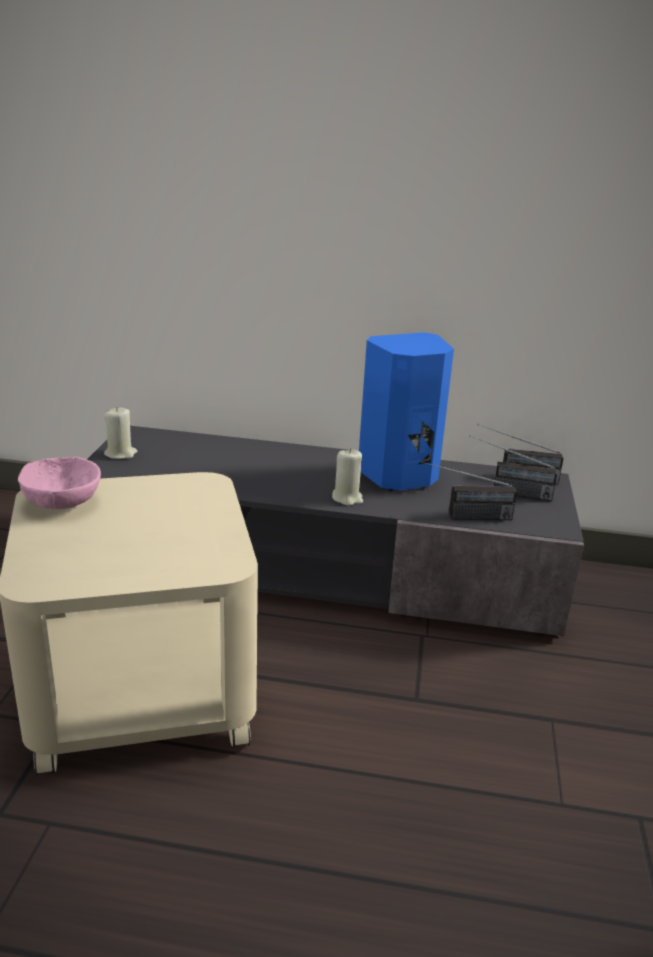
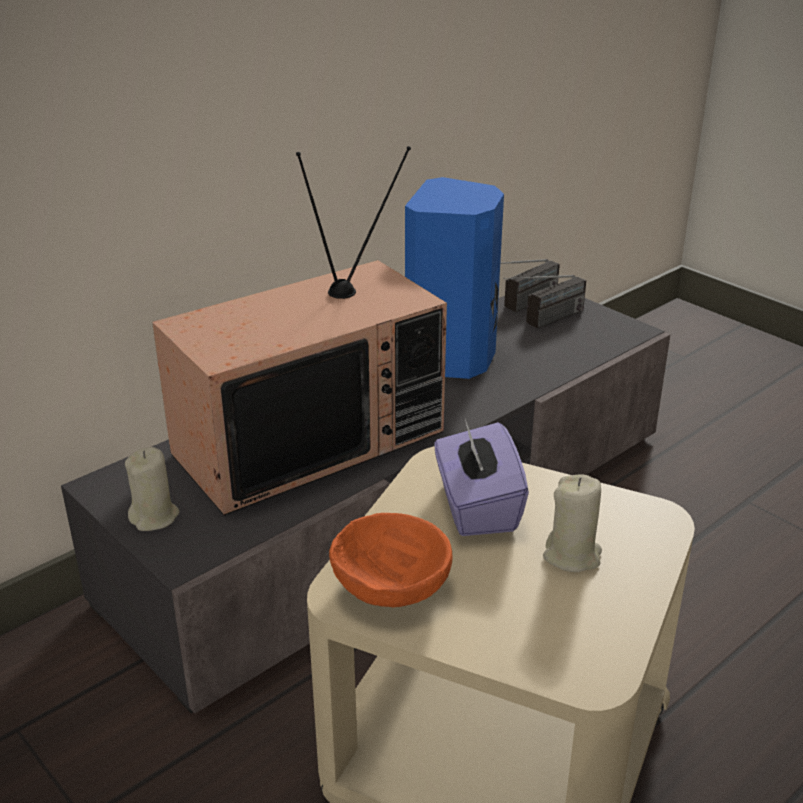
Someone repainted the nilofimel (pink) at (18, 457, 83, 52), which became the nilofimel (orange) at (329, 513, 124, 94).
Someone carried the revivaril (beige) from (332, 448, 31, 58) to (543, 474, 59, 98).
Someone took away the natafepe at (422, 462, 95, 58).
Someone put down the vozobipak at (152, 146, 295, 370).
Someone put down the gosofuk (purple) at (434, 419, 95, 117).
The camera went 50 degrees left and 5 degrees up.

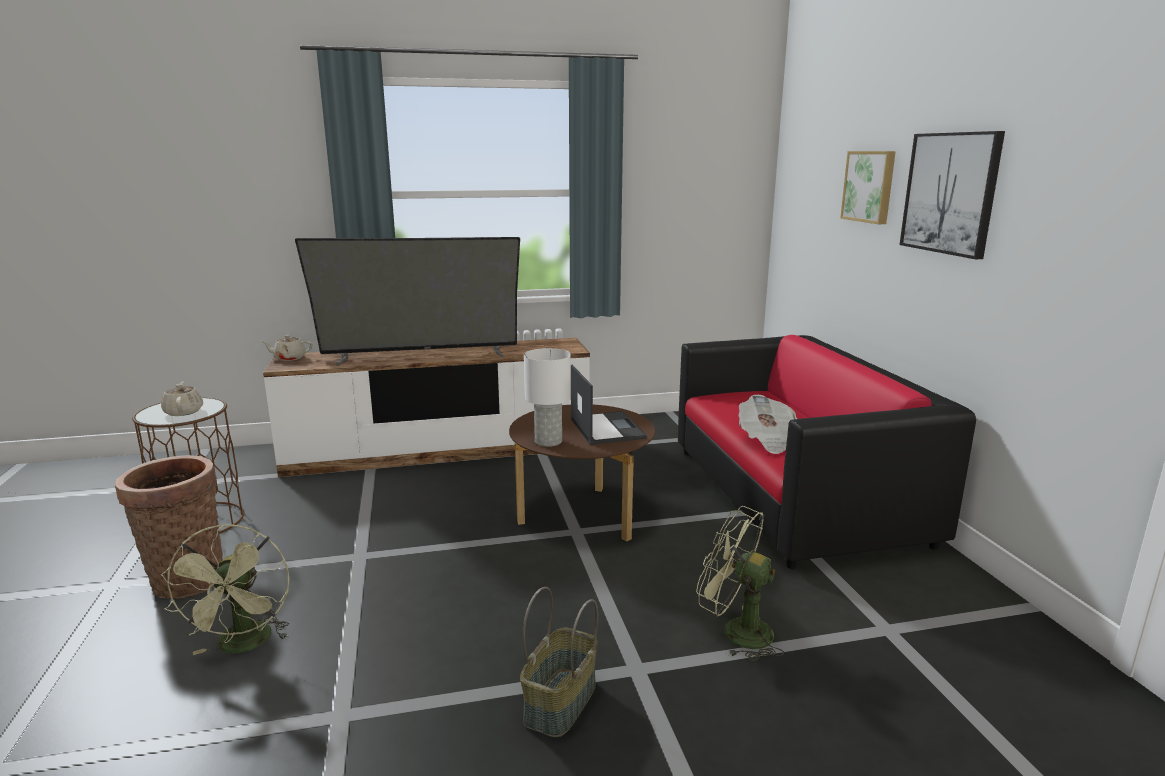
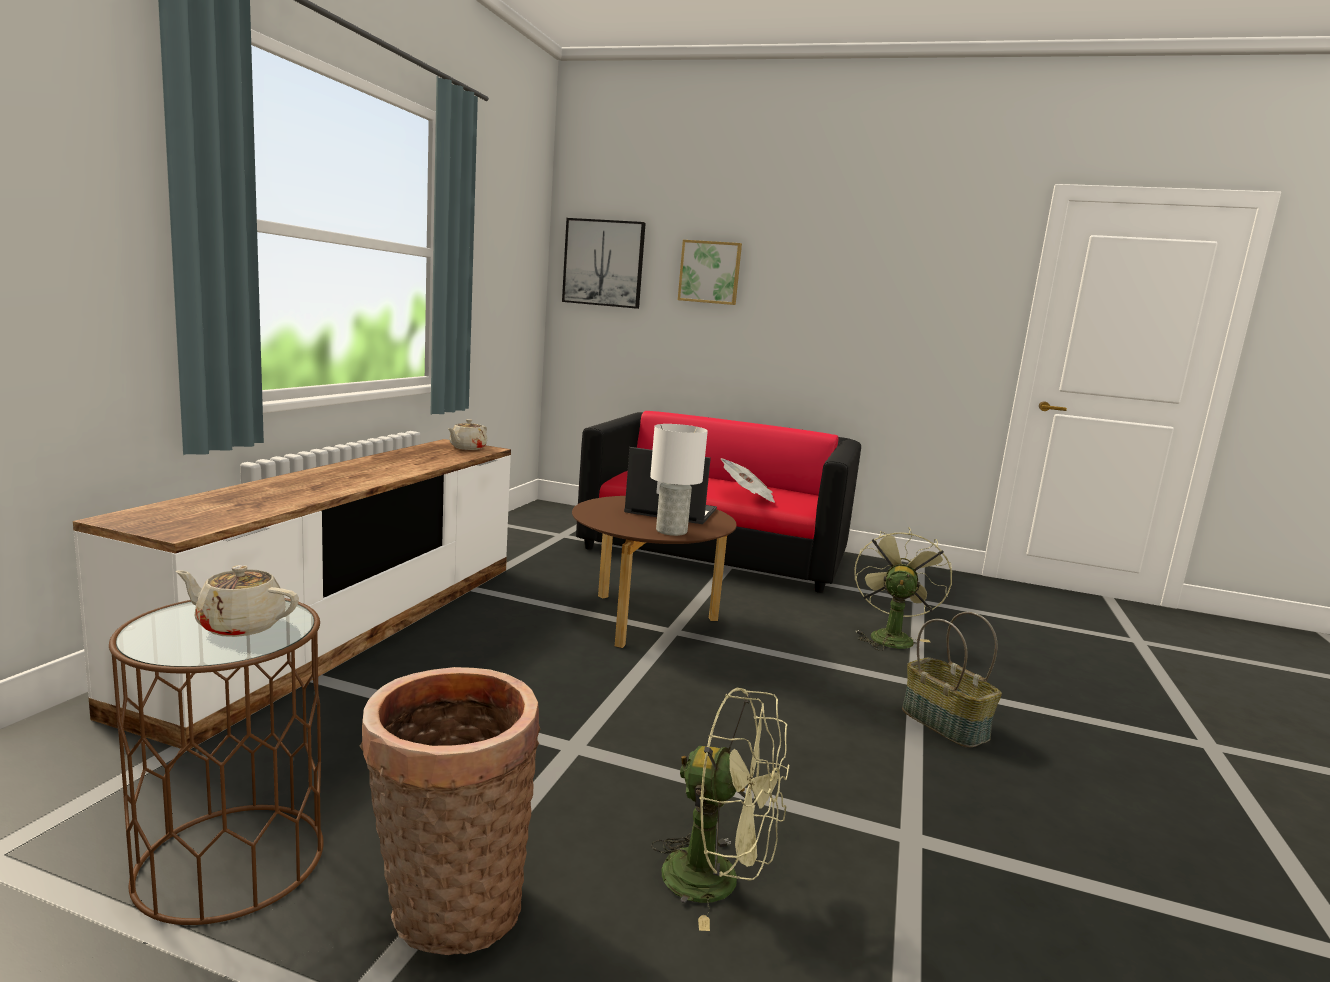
Someone carried the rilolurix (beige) from (262, 335, 50, 26) to (448, 419, 39, 31).
Someone took away the vozobipak at (295, 237, 225, 128).
Someone rotated the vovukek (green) at (696, 506, 88, 155) by 135 degrees clockwise.
Someone carried the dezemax from (900, 131, 105, 128) to (562, 218, 84, 91).
The camera went 60 degrees left and 5 degrees down.

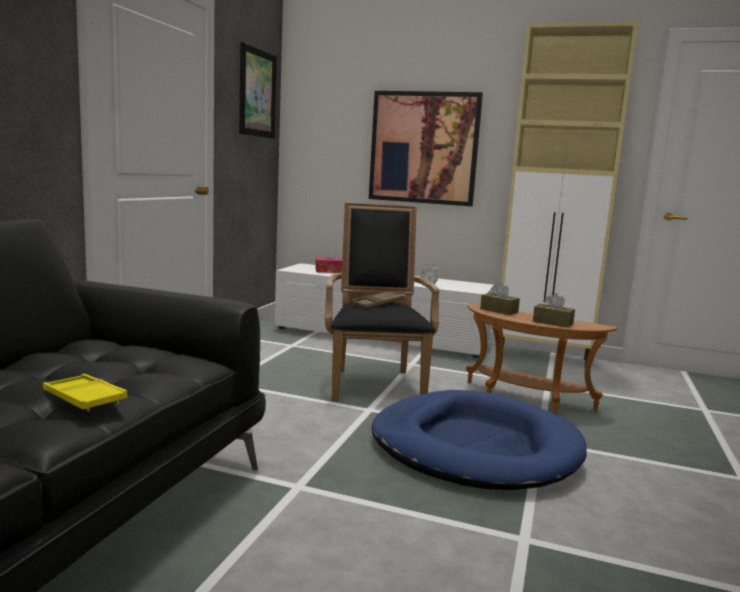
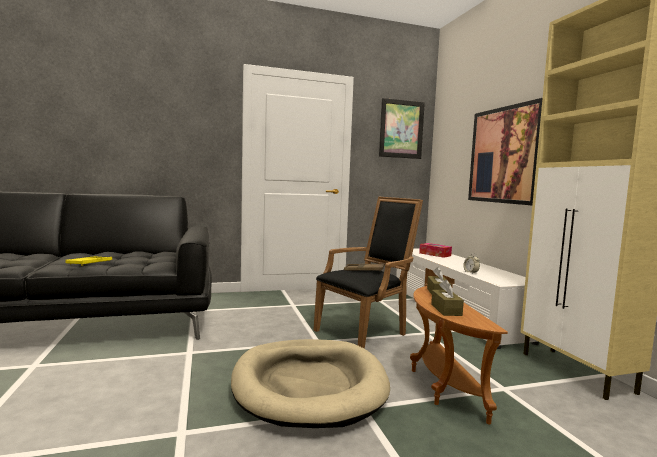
Someone repainted the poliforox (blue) at (372, 390, 215, 100), which became the poliforox (beige) at (231, 339, 159, 89).
The camera went 55 degrees right and 5 degrees down.

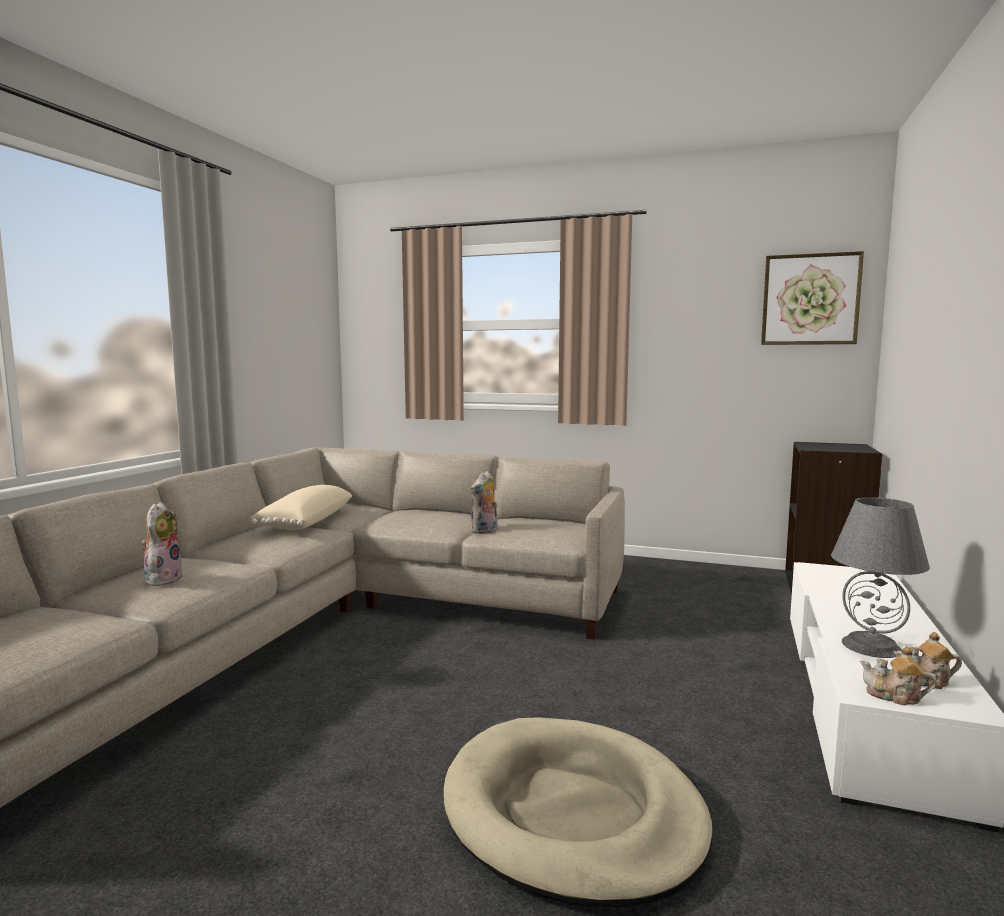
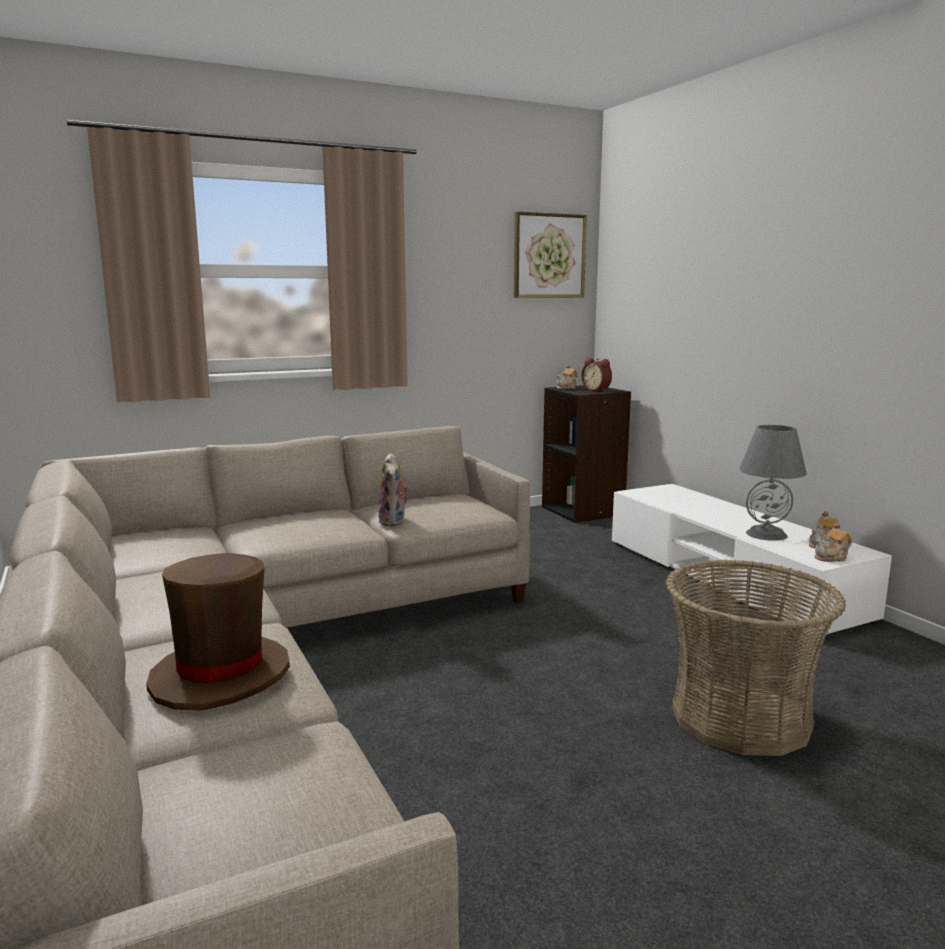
Someone swapped the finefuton at (141, 502, 42, 84) for the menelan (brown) at (146, 553, 144, 158).
Someone took away the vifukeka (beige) at (250, 485, 102, 45).
Someone swapped the poliforox (beige) at (444, 717, 269, 191) for the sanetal at (665, 559, 181, 197).
Someone put down the rilolurix at (557, 364, 21, 25).
Someone put down the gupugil at (581, 358, 31, 34).
The camera went 45 degrees left and 5 degrees up.

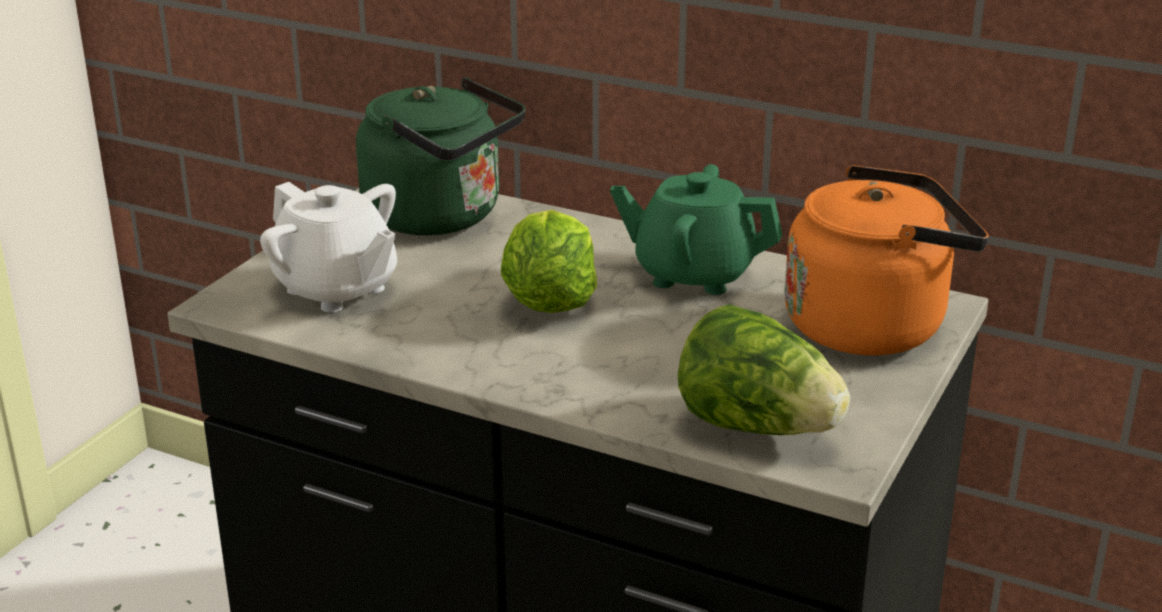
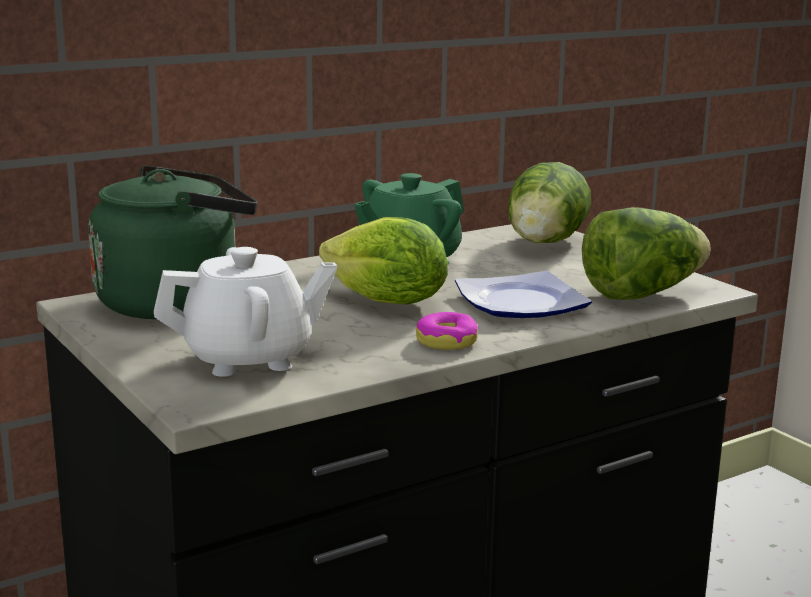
Someone swapped the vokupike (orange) at (784, 165, 205, 191) for the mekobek at (508, 162, 83, 81).
Someone put down the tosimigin at (416, 312, 62, 38).
Someone put down the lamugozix at (455, 271, 137, 47).
The camera went 60 degrees left and 10 degrees down.

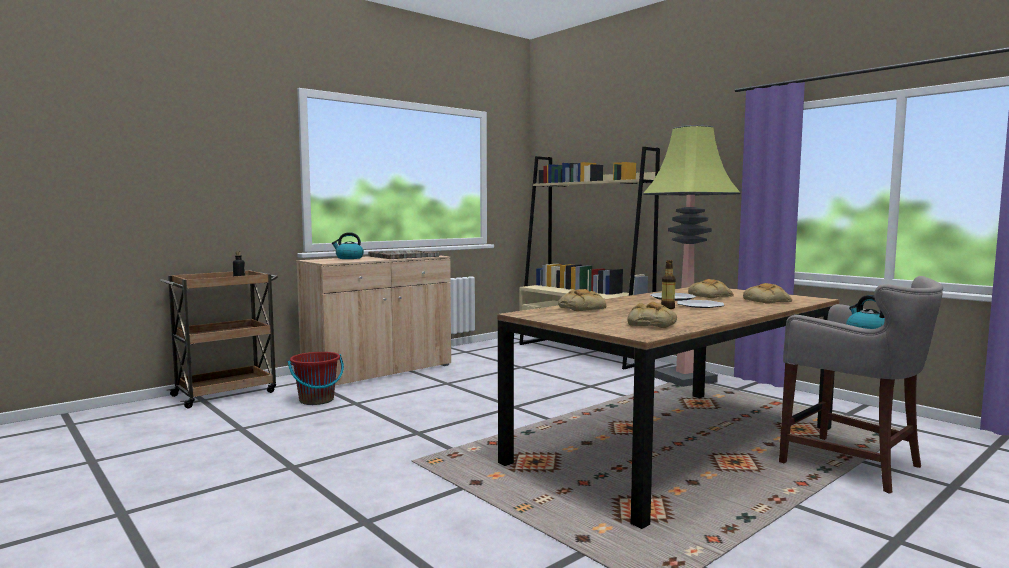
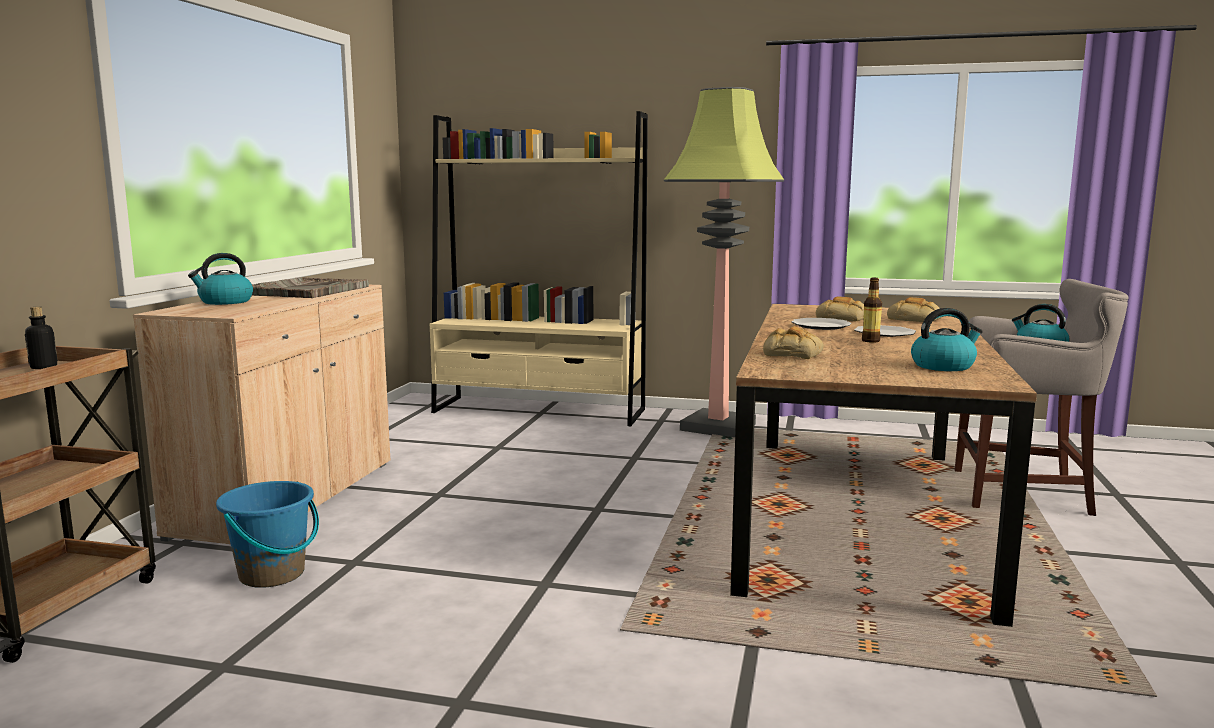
Someone repainted the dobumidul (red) at (288, 352, 56, 53), which became the dobumidul (blue) at (216, 481, 103, 107).
Someone swapped the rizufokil at (627, 301, 50, 27) for the vokupike at (911, 308, 72, 63).
The camera went 35 degrees left and 5 degrees up.

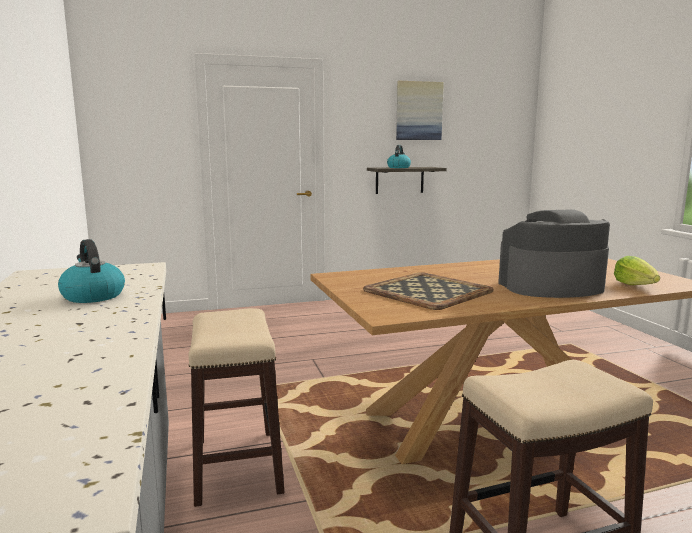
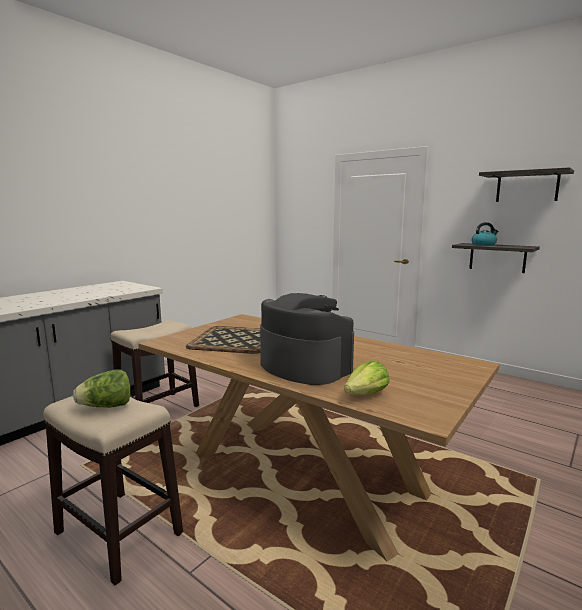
Someone took away the vokupike at (58, 239, 67, 64).
Someone swapped the dezemax at (396, 81, 48, 59) for the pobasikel at (479, 167, 95, 35).
Someone put down the mekobek at (73, 369, 58, 39).
The camera went 55 degrees right and 0 degrees up.

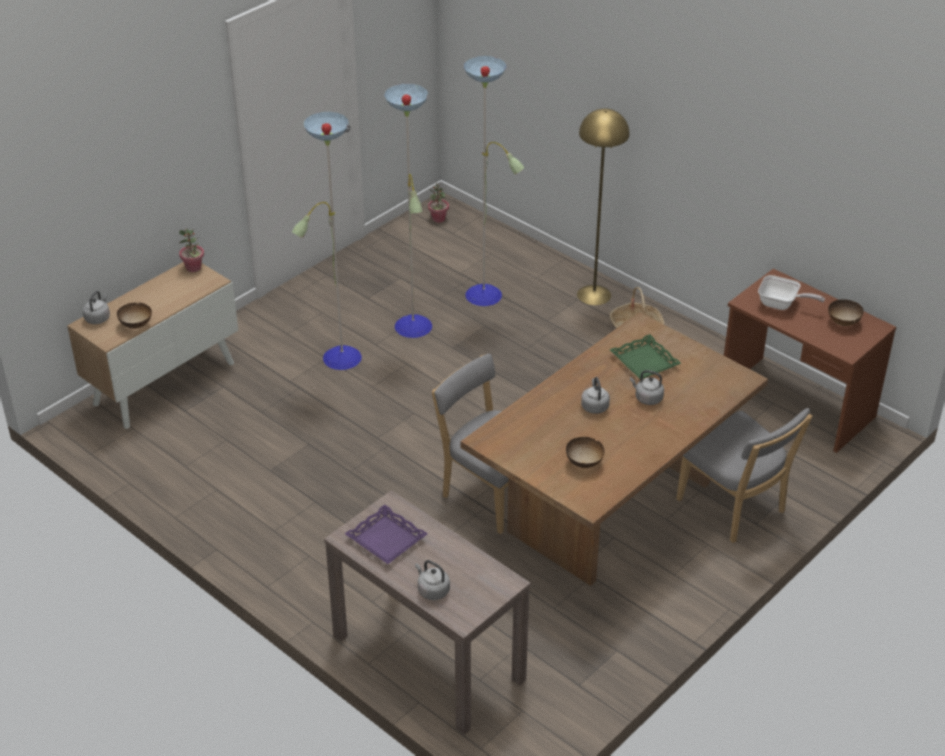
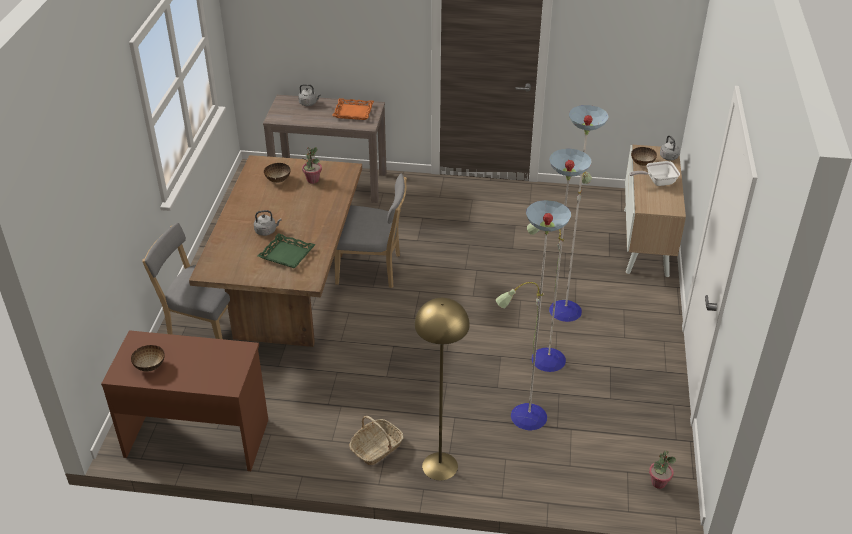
Someone carried the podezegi from (179, 229, 25, 43) to (302, 147, 20, 37).
Someone repainted the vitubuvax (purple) at (345, 505, 83, 59), which became the vitubuvax (orange) at (332, 98, 42, 22).
Someone took away the vokupike (grey) at (581, 377, 29, 37).
Someone carried the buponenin from (758, 275, 67, 35) to (629, 161, 51, 25).
The camera went 145 degrees right and 0 degrees up.

